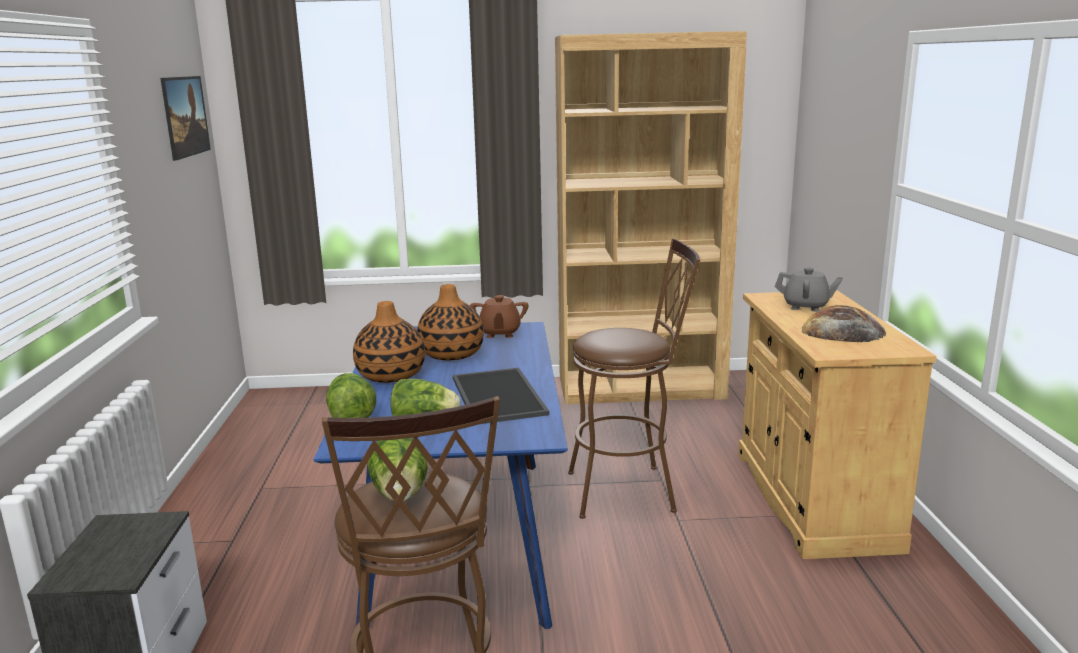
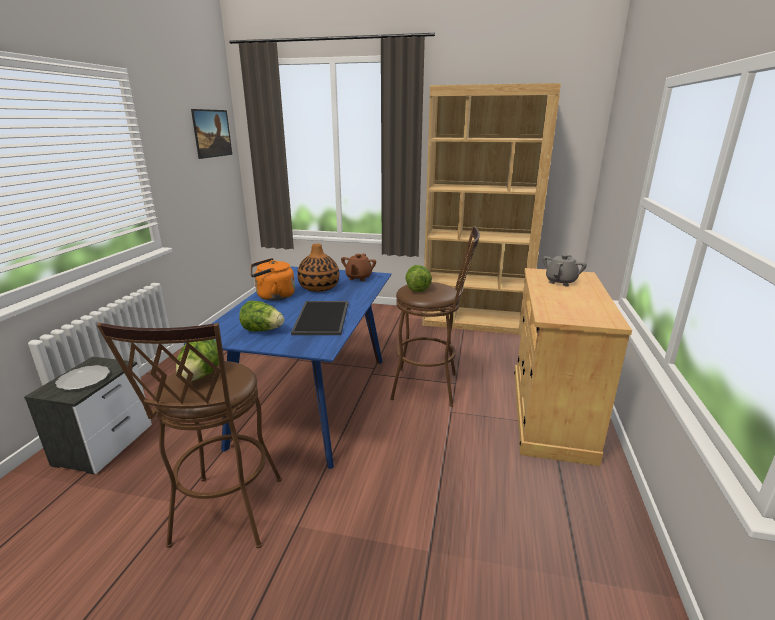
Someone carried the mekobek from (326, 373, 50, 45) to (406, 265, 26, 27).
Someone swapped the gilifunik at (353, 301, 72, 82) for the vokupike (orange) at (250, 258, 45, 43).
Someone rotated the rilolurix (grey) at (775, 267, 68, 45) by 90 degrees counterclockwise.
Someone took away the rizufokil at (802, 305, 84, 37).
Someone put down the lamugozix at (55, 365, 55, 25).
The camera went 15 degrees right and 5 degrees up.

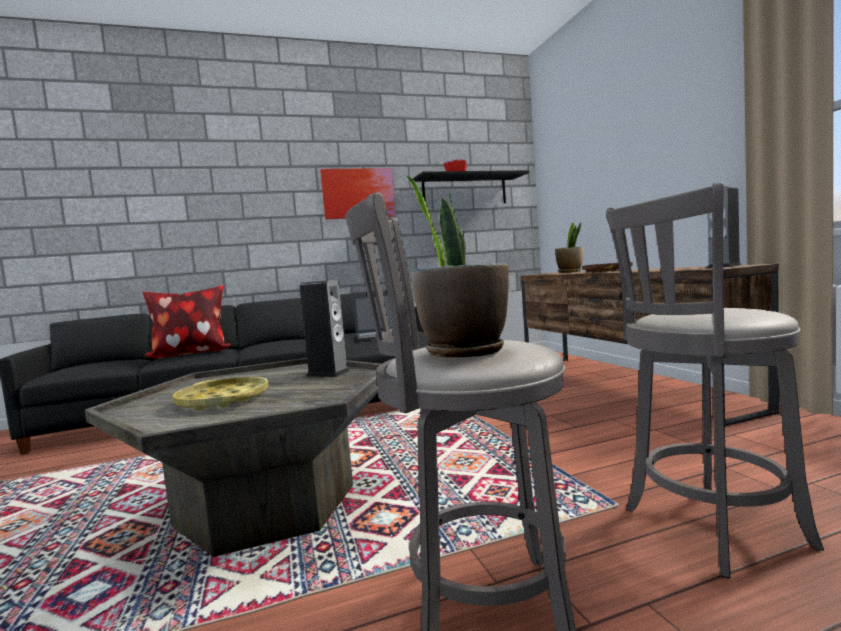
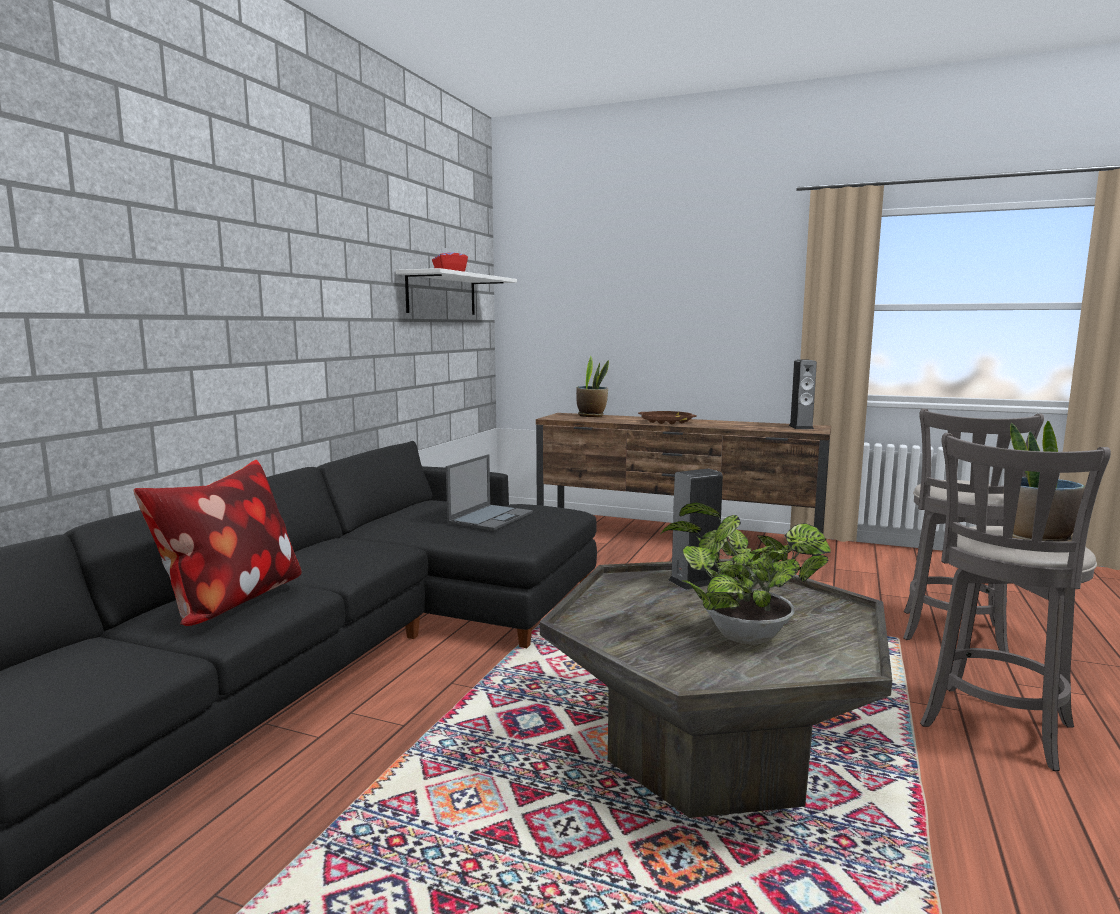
Someone swapped the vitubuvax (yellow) at (173, 377, 96, 34) for the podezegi at (660, 502, 171, 142).
Someone took away the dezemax at (320, 168, 76, 51).
Someone repainted the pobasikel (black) at (413, 170, 116, 33), which became the pobasikel (white) at (396, 268, 121, 47).
The camera went 50 degrees left and 5 degrees up.

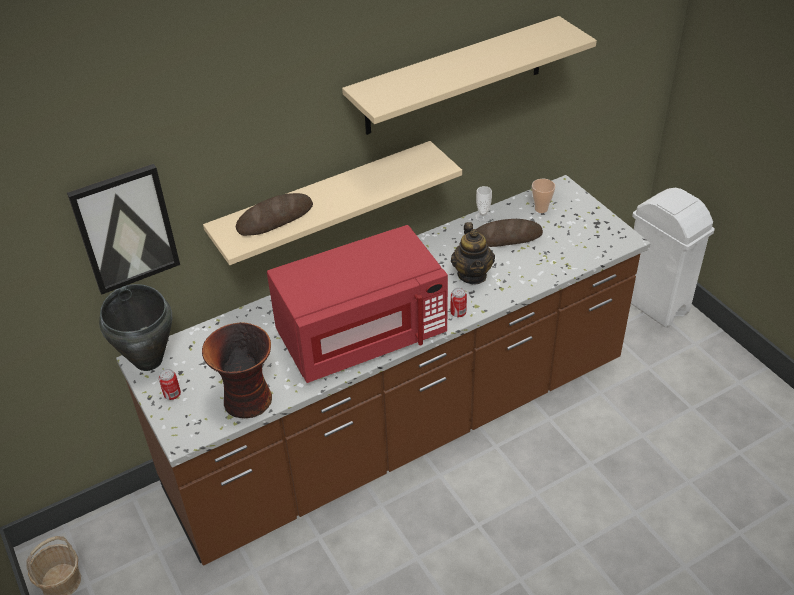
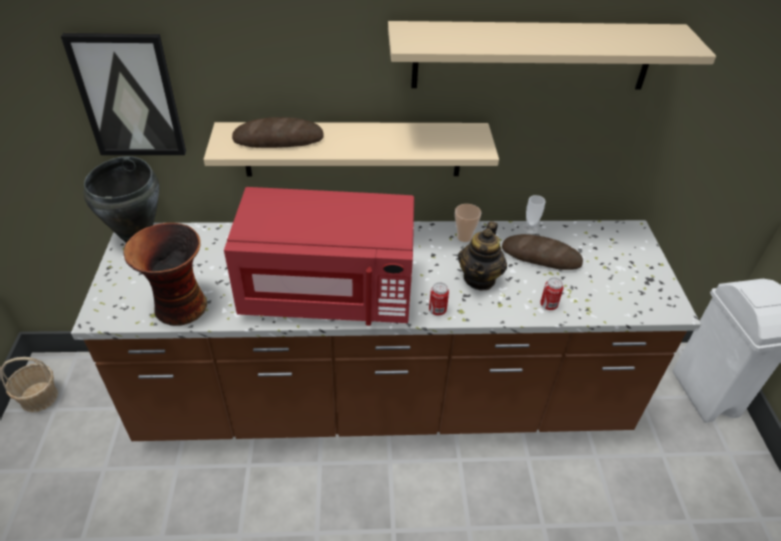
Someone carried the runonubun from (159, 369, 22, 31) to (540, 277, 24, 33).
Someone carried the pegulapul from (532, 179, 23, 34) to (455, 204, 26, 38).
The camera went 25 degrees right and 0 degrees up.

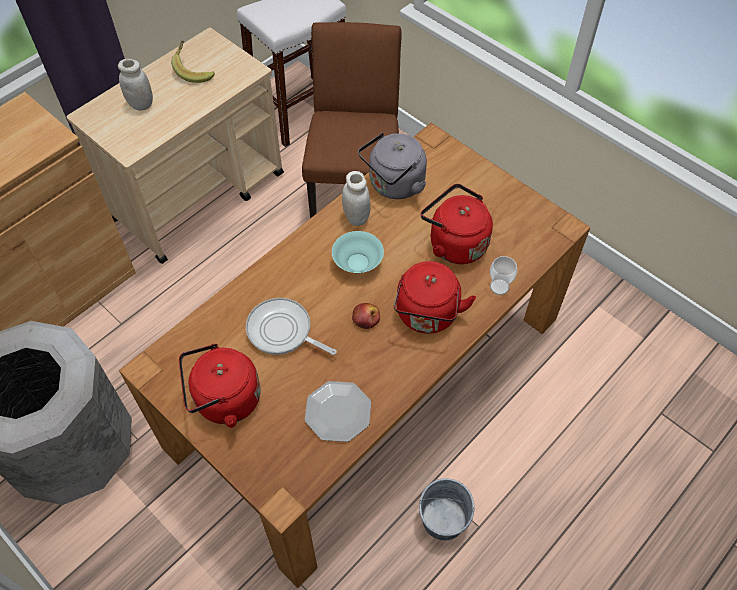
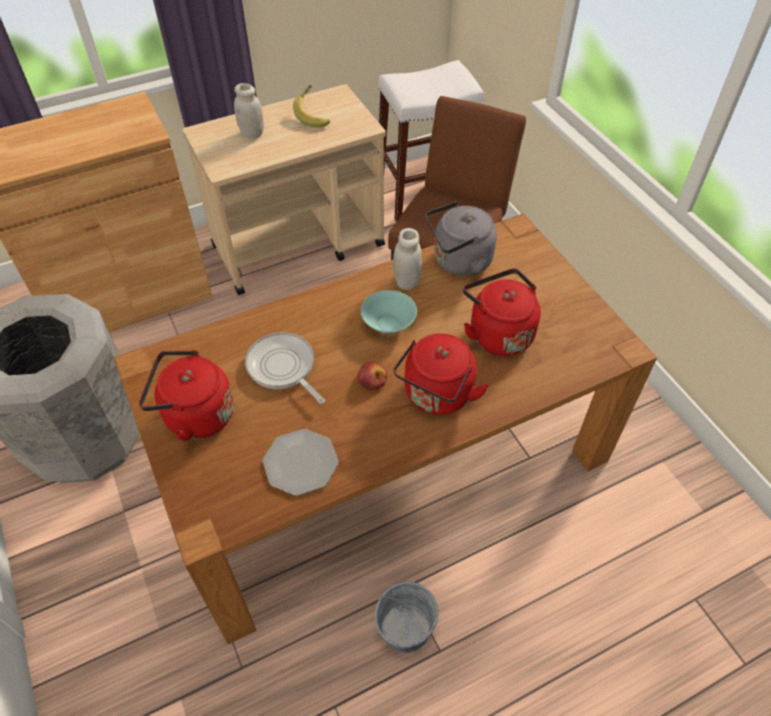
Someone took away the pegulapul at (490, 256, 27, 39).
The camera went 20 degrees right and 5 degrees down.

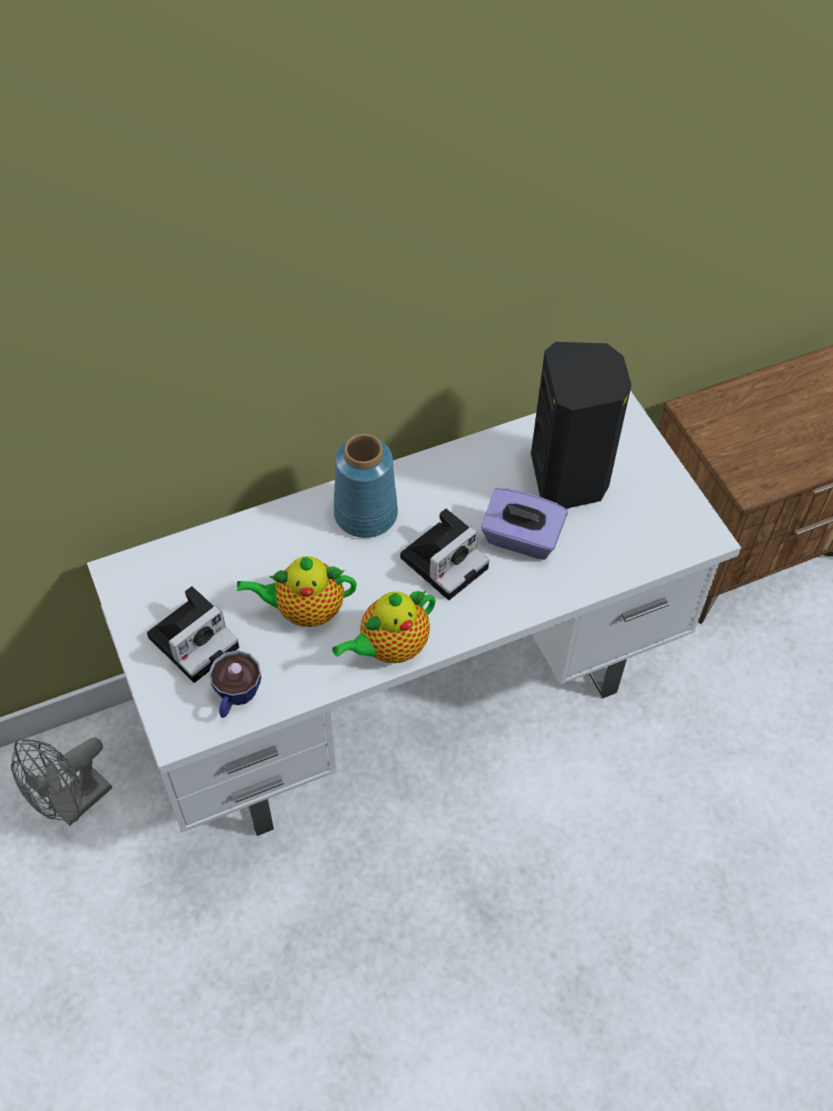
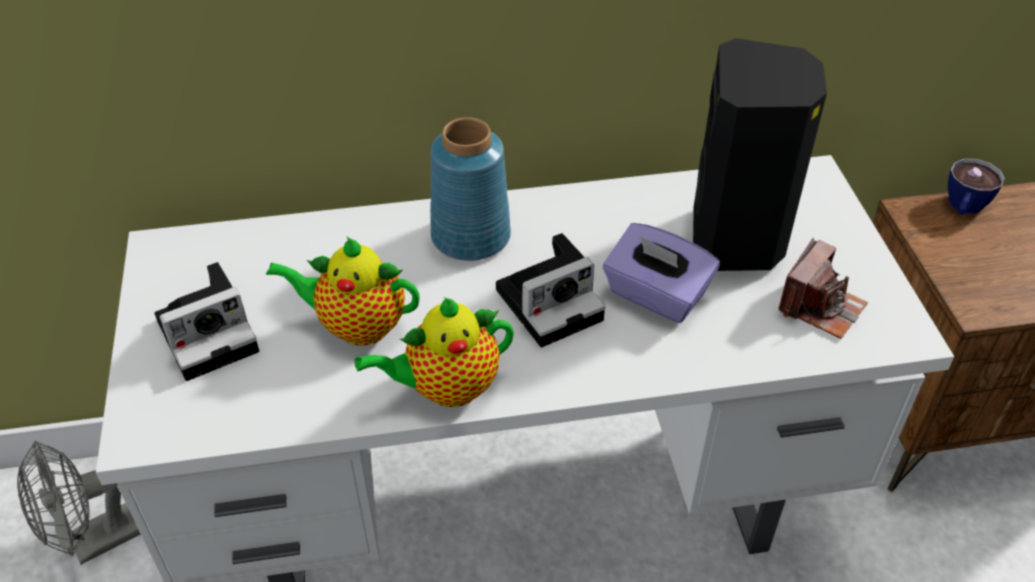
Someone carried the pegulapul from (209, 650, 52, 68) to (948, 159, 57, 56).
Someone put down the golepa at (778, 238, 90, 101).
The camera went 15 degrees right and 10 degrees down.

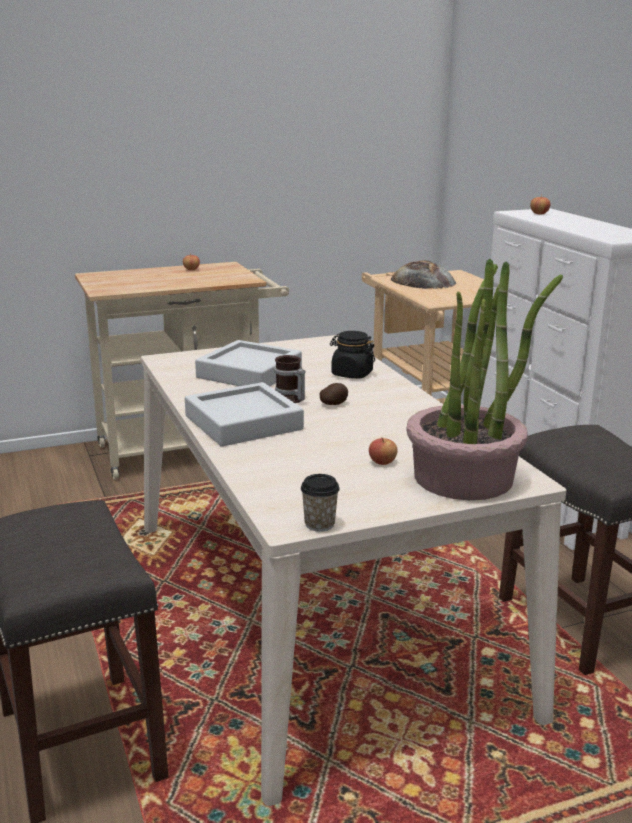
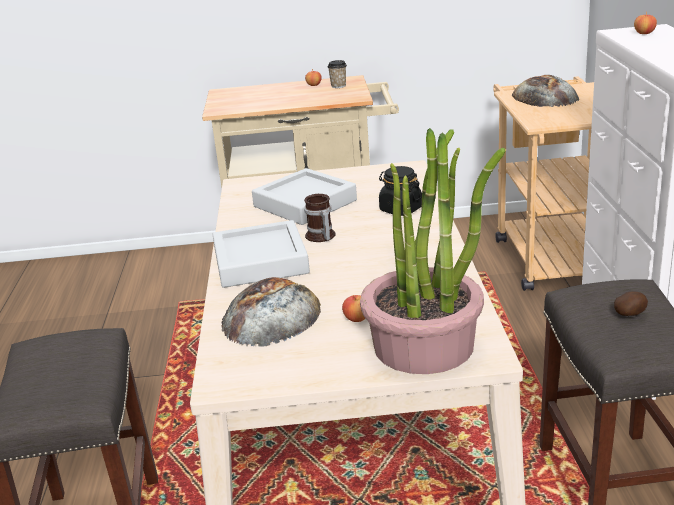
Someone carried the pegulapul from (301, 474, 39, 58) to (328, 60, 19, 28).
Someone carried the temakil from (320, 383, 28, 22) to (614, 292, 34, 24).
Someone put down the rizufokil at (221, 277, 100, 70).
The camera went 20 degrees right and 5 degrees up.

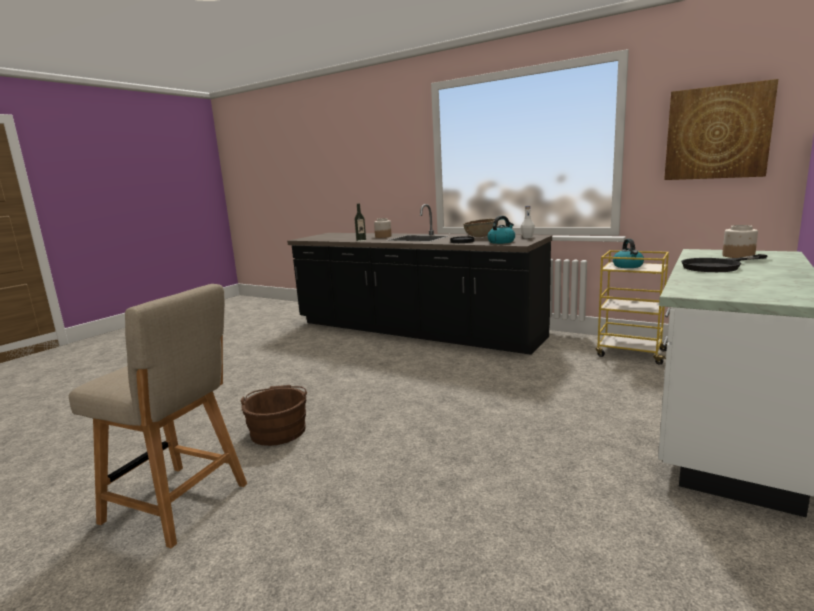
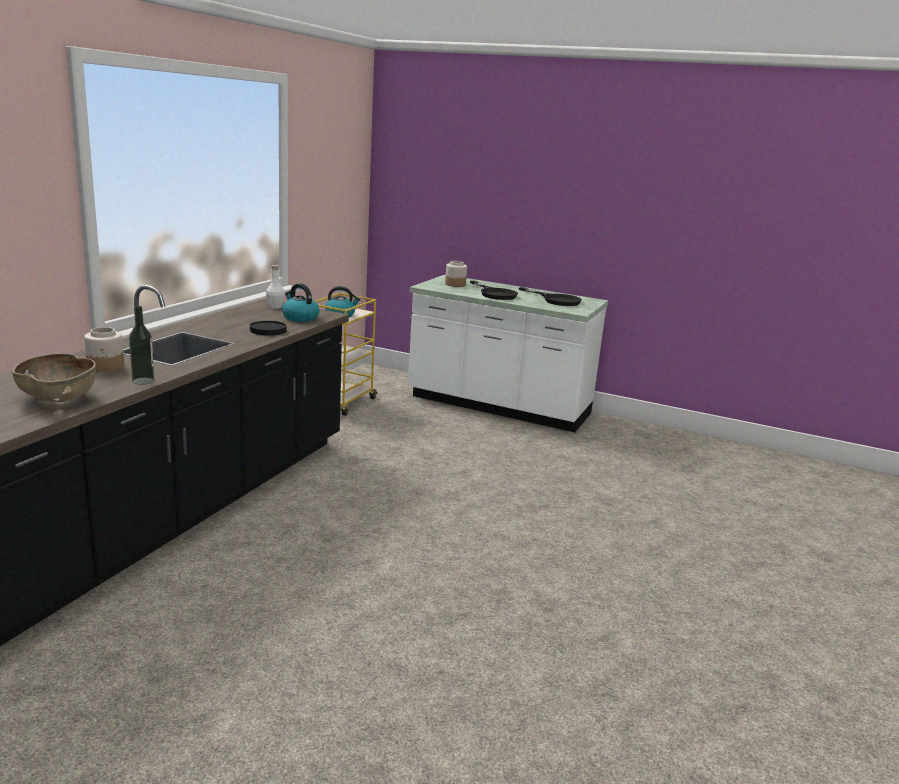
Someone took away the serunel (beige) at (69, 284, 178, 264).
Someone took away the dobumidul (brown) at (240, 385, 67, 61).
Someone carried the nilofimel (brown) from (463, 219, 35, 19) to (12, 353, 84, 49).
Someone took away the dezemax at (664, 79, 114, 101).
Someone put down the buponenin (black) at (519, 287, 63, 19).
The camera went 100 degrees left and 5 degrees up.

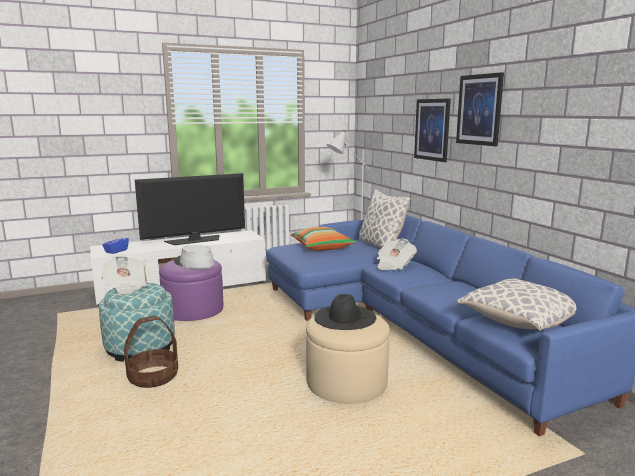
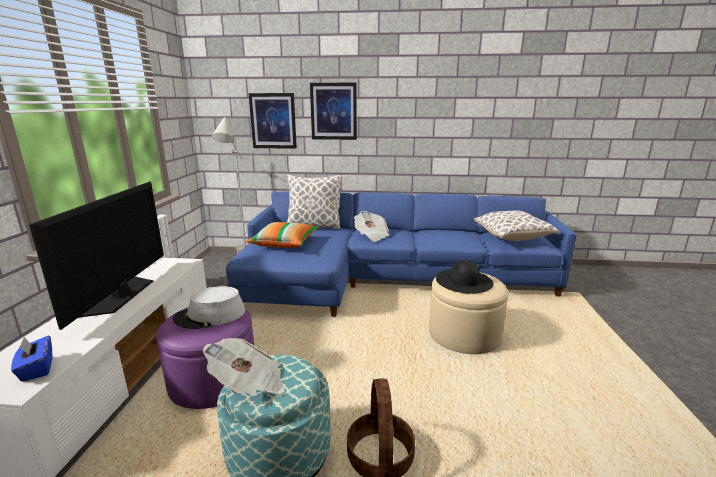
Someone carried the dezemax from (456, 72, 48, 74) to (249, 93, 48, 56).
The camera went 60 degrees left and 5 degrees up.

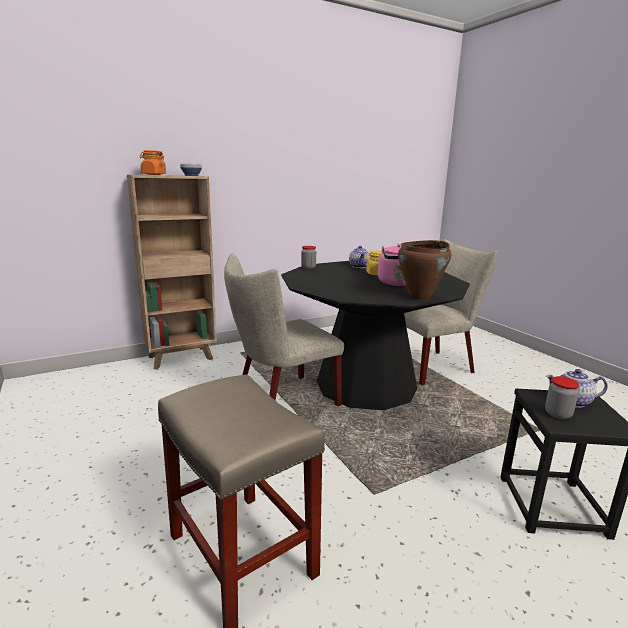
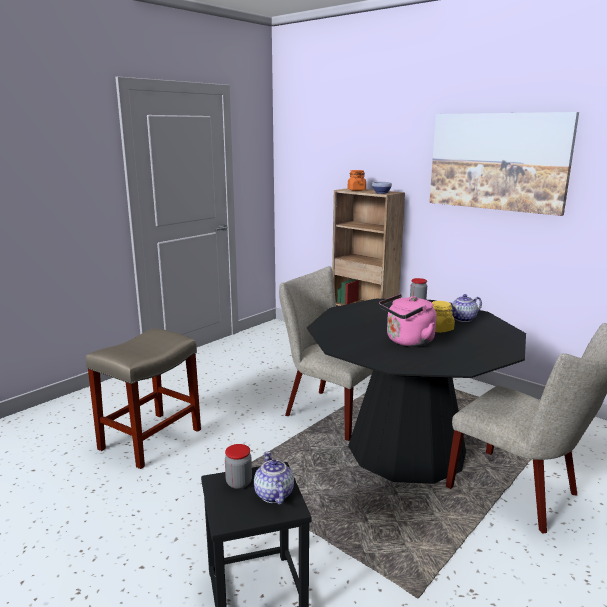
Someone took away the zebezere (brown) at (398, 240, 53, 61).
Someone put up the dezemax at (429, 112, 150, 104).
The camera went 70 degrees right and 0 degrees up.

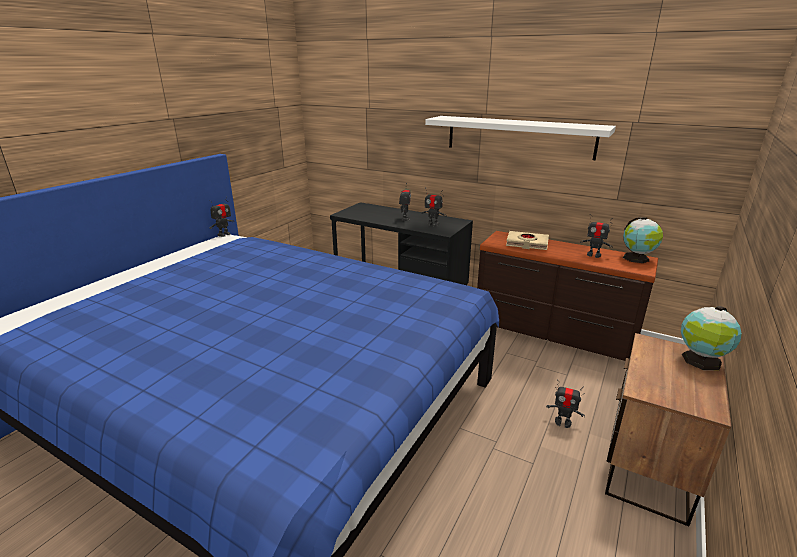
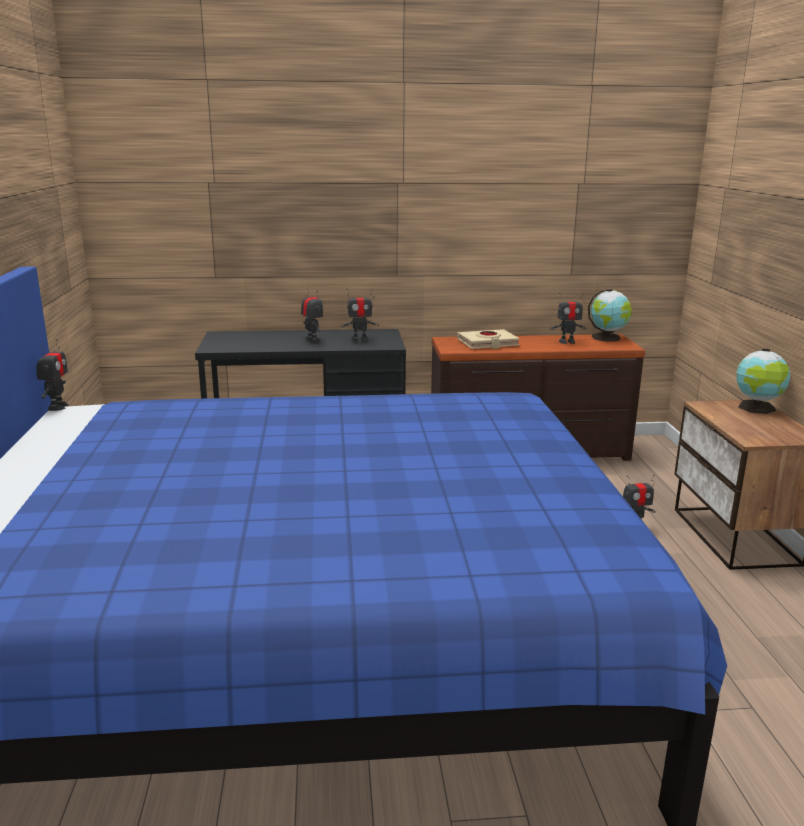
Someone took away the pobasikel (white) at (425, 116, 191, 44).
The camera went 35 degrees left and 5 degrees down.

